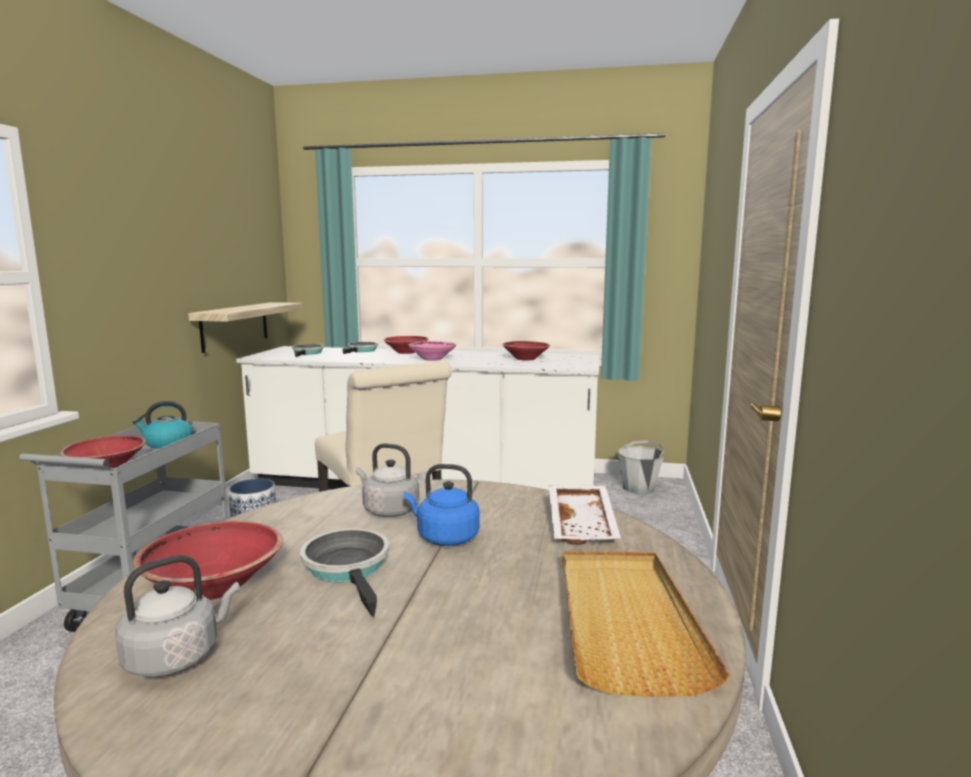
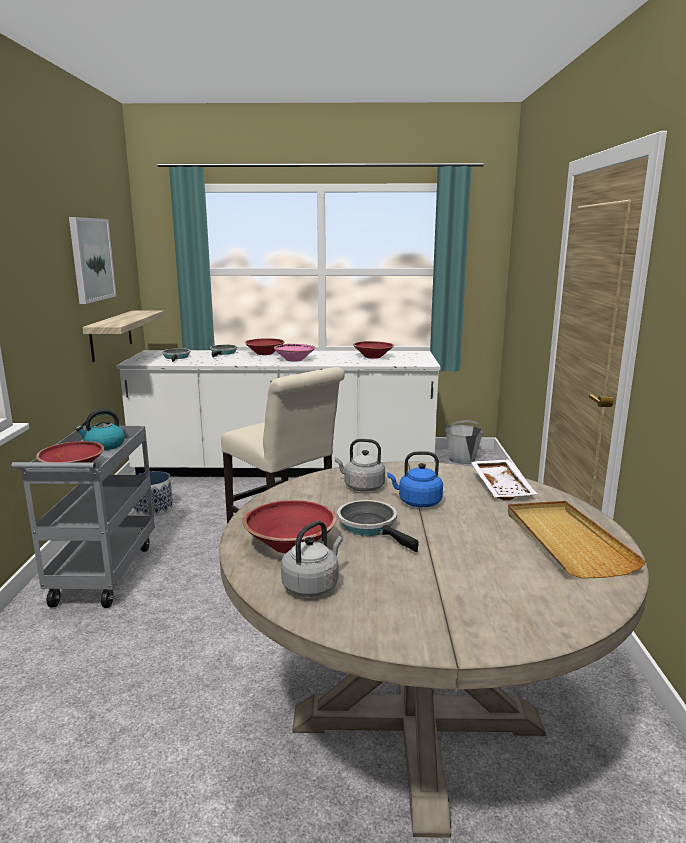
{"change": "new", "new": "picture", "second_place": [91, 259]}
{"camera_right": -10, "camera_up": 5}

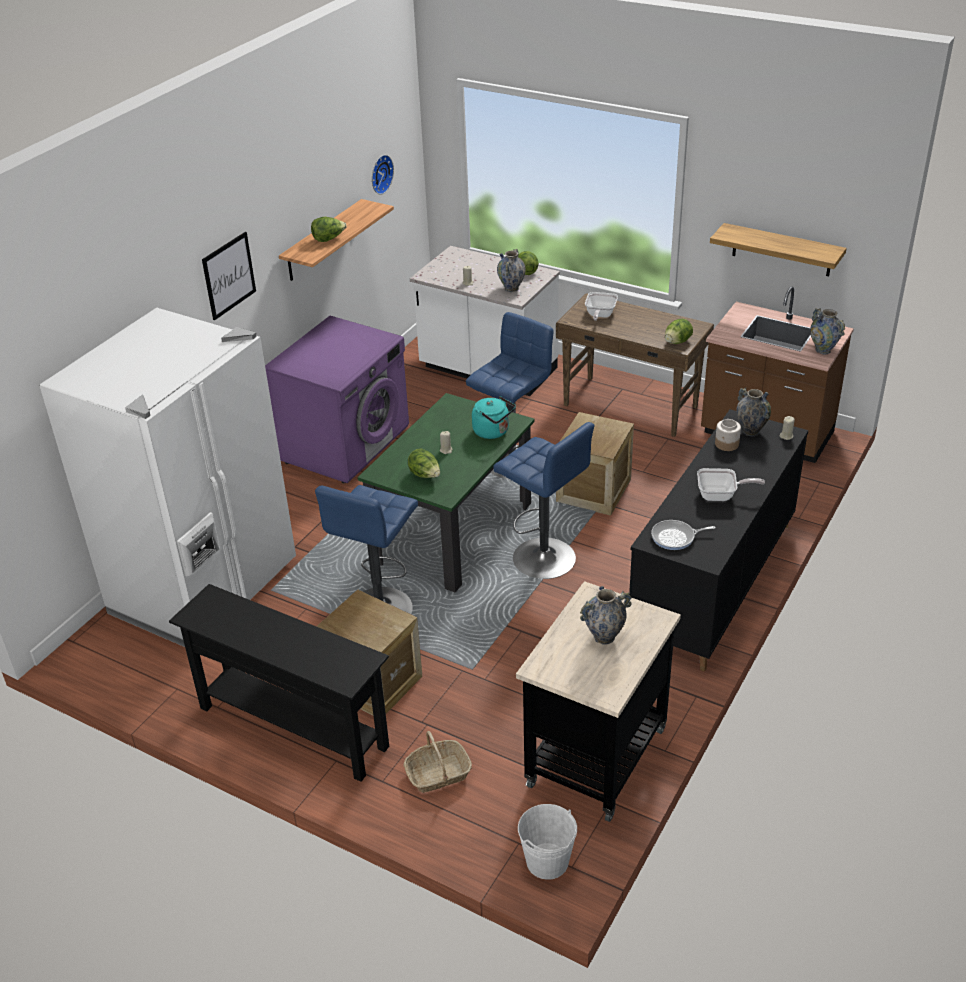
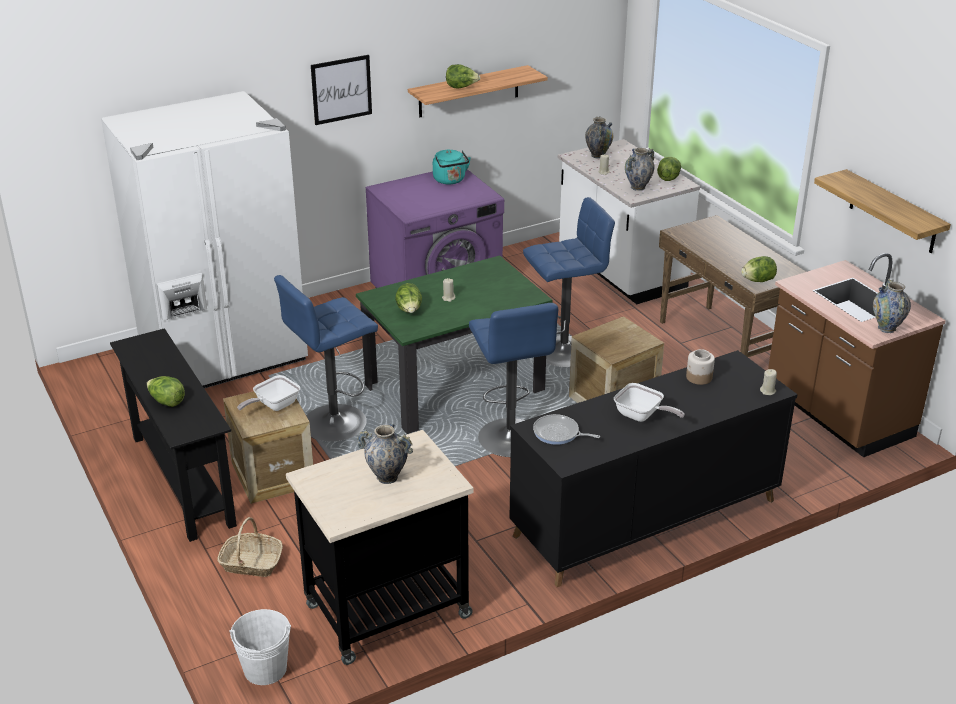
{"change": "gone", "old": "wall clock", "first_place": [380, 174]}
{"change": "new", "new": "lettuce", "second_place": [166, 402]}
{"change": "shifted", "old": "turquoise kettle", "first_place": [493, 432], "second_place": [450, 180]}
{"change": "shifted", "old": "frying pan", "first_place": [599, 315], "second_place": [273, 406]}
{"change": "shifted", "old": "vase", "first_place": [751, 431], "second_place": [598, 155]}
{"camera_right": 30, "camera_up": -5}

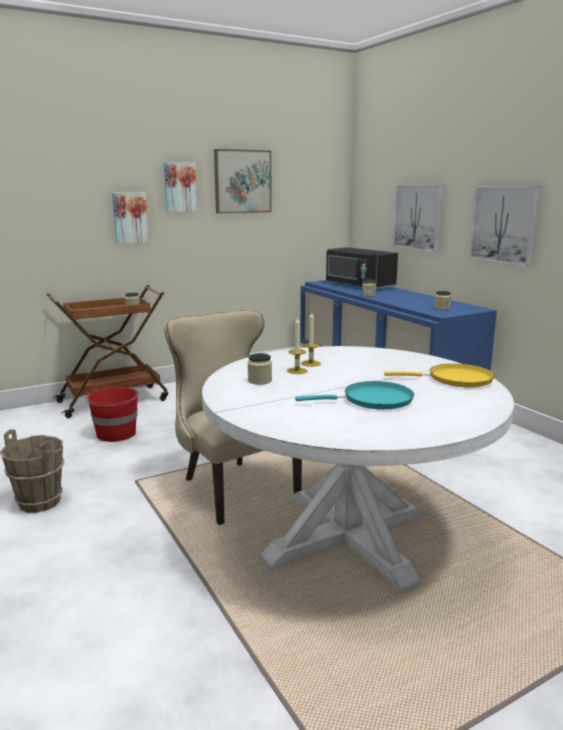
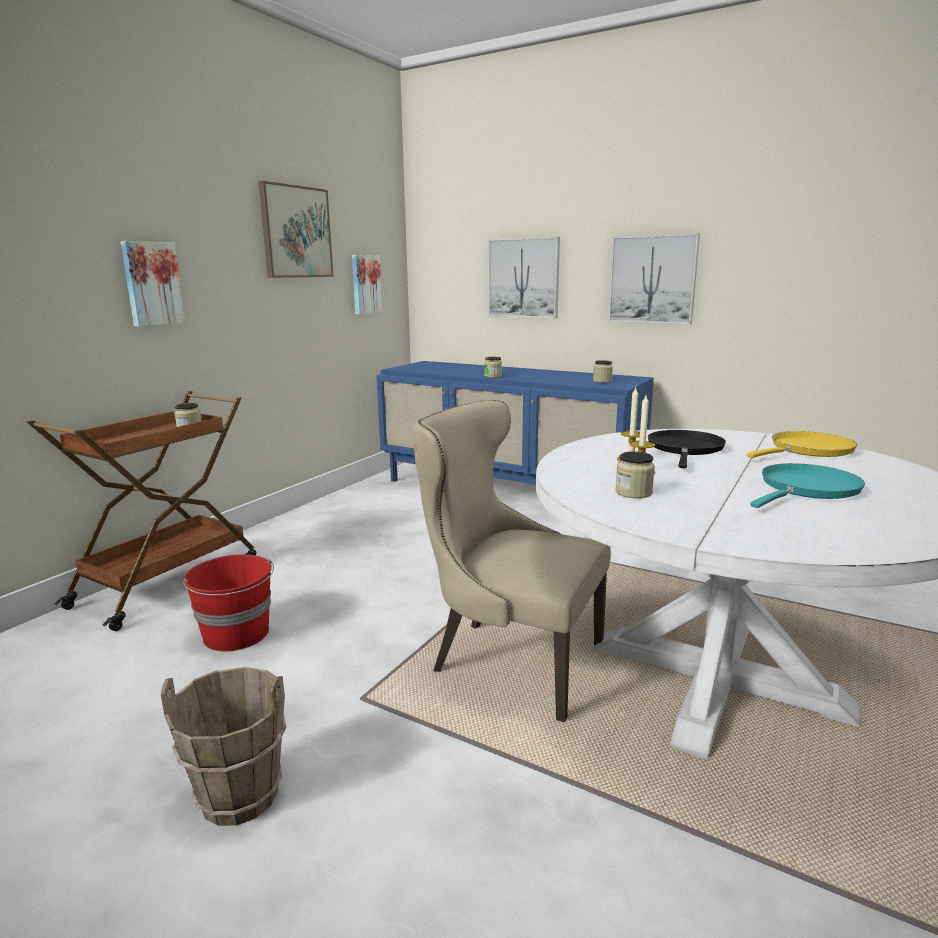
{"change": "gone", "old": "black microwave", "first_place": [358, 285]}
{"change": "new", "new": "black frying pan", "second_place": [685, 449]}
{"change": "shifted", "old": "picture", "first_place": [179, 187], "second_place": [365, 284]}
{"camera_right": -30, "camera_up": 0}

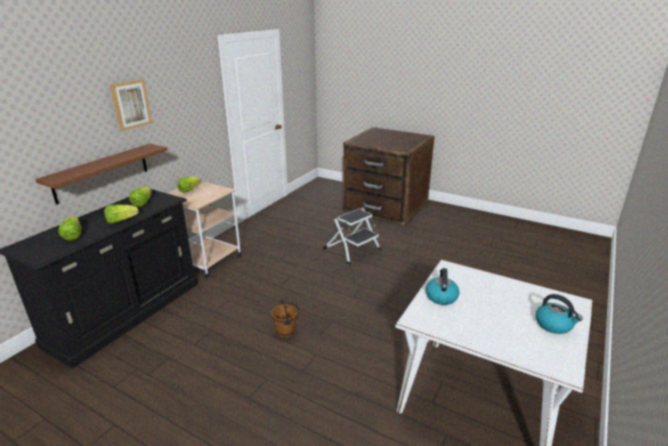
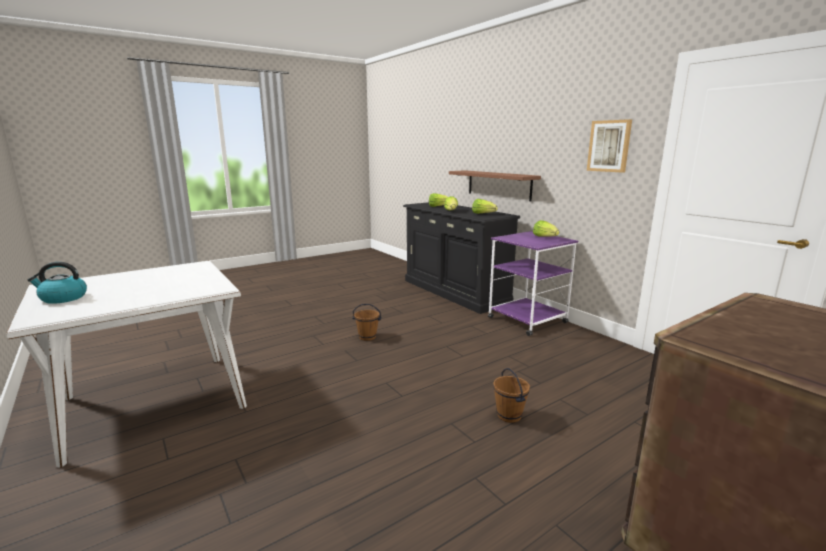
{"change": "gone", "old": "kettle", "first_place": [441, 296]}
{"change": "shifted", "old": "picture", "first_place": [130, 104], "second_place": [609, 146]}
{"change": "swapped", "old": "step ladder", "new": "brown bucket", "first_place": [352, 250], "second_place": [509, 415]}
{"change": "repainted", "old": "beige cart", "new": "purple cart", "first_place": [207, 259], "second_place": [528, 321]}
{"camera_right": 115, "camera_up": -10}

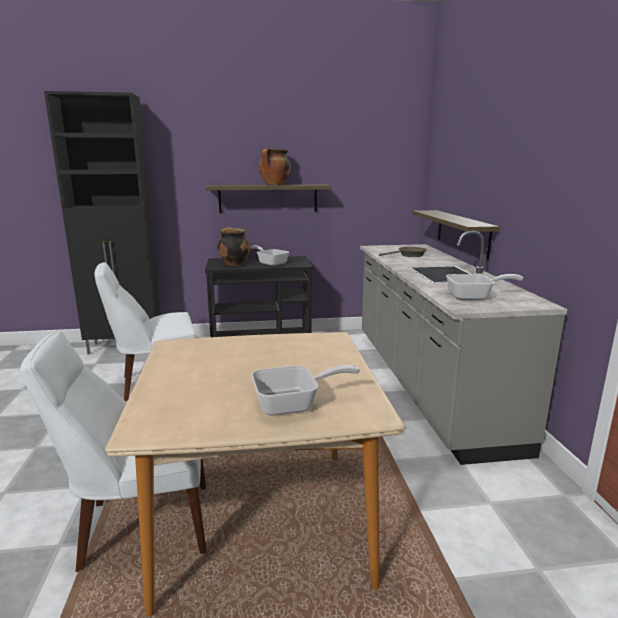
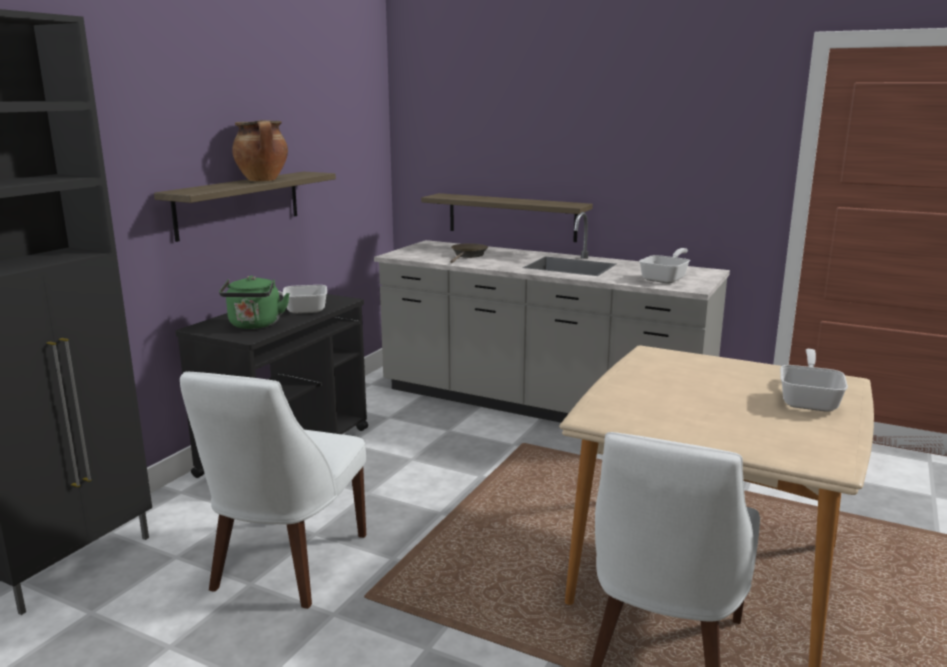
{"change": "swapped", "old": "cooking pot", "new": "green kettle", "first_place": [234, 264], "second_place": [255, 325]}
{"camera_right": -55, "camera_up": 0}

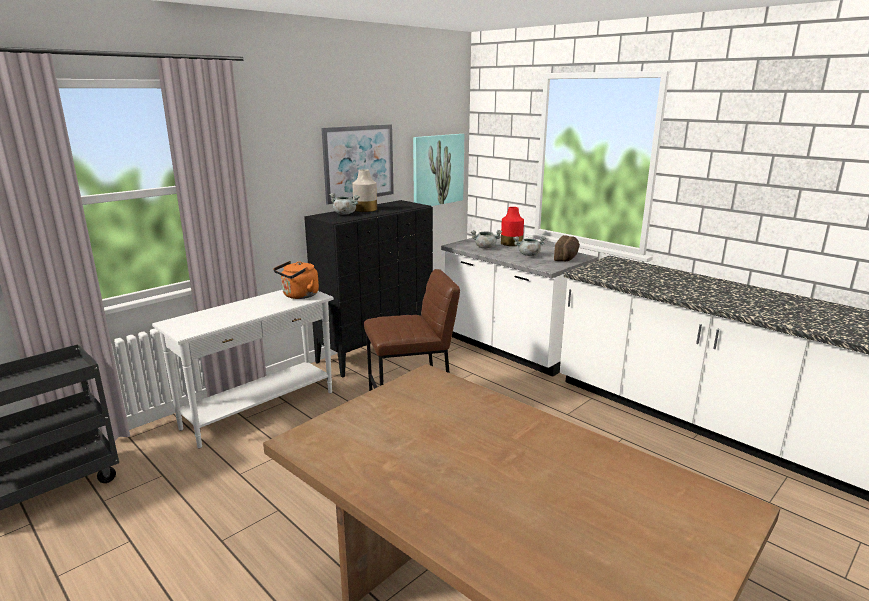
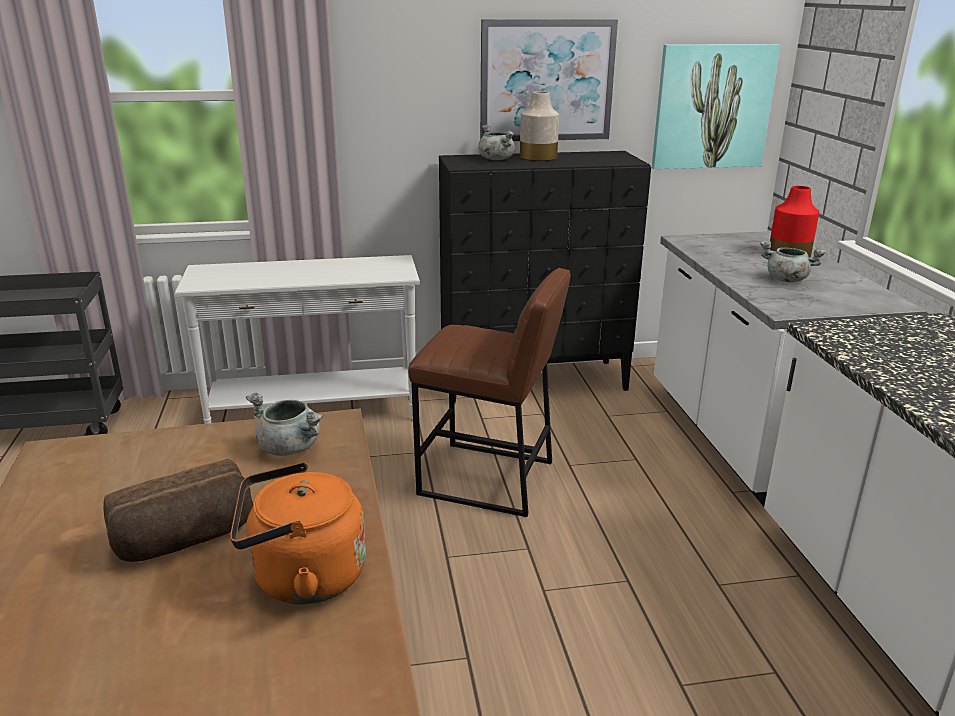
{"change": "shifted", "old": "orange kettle", "first_place": [299, 296], "second_place": [302, 578]}
{"change": "shifted", "old": "grey cooking pot", "first_place": [485, 247], "second_place": [290, 448]}
{"change": "shifted", "old": "bread", "first_place": [567, 257], "second_place": [186, 540]}
{"camera_right": 35, "camera_up": 5}

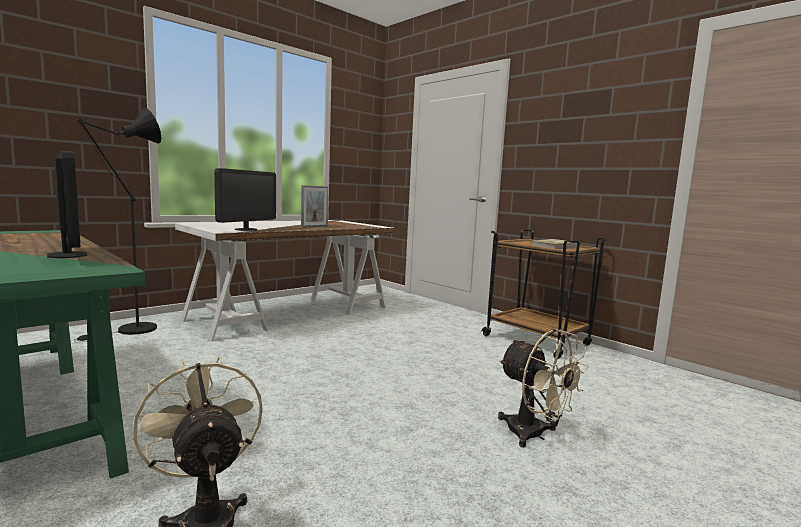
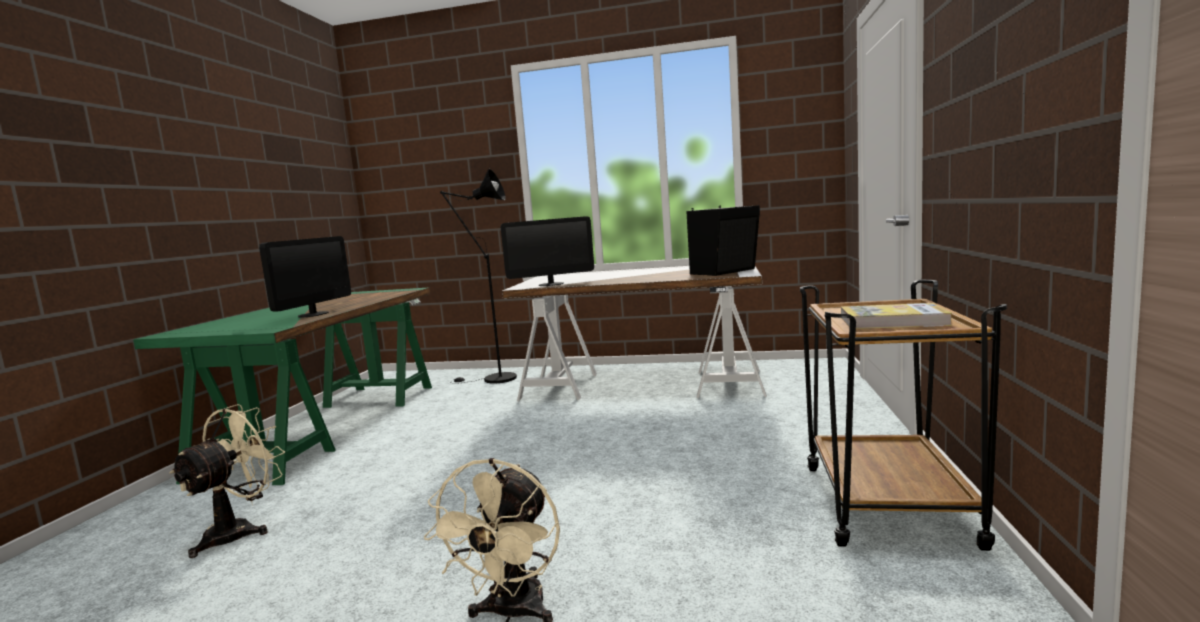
{"change": "gone", "old": "picture frame", "first_place": [314, 226]}
{"change": "new", "new": "black speaker", "second_place": [725, 271]}
{"camera_right": 55, "camera_up": 0}

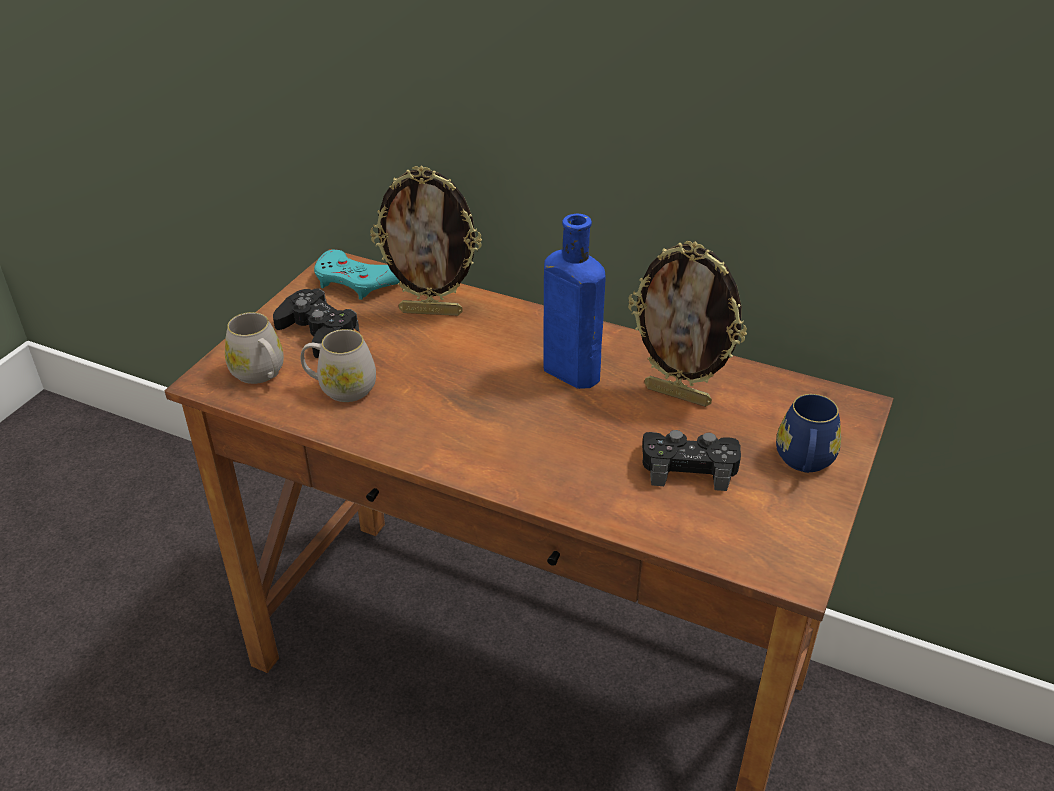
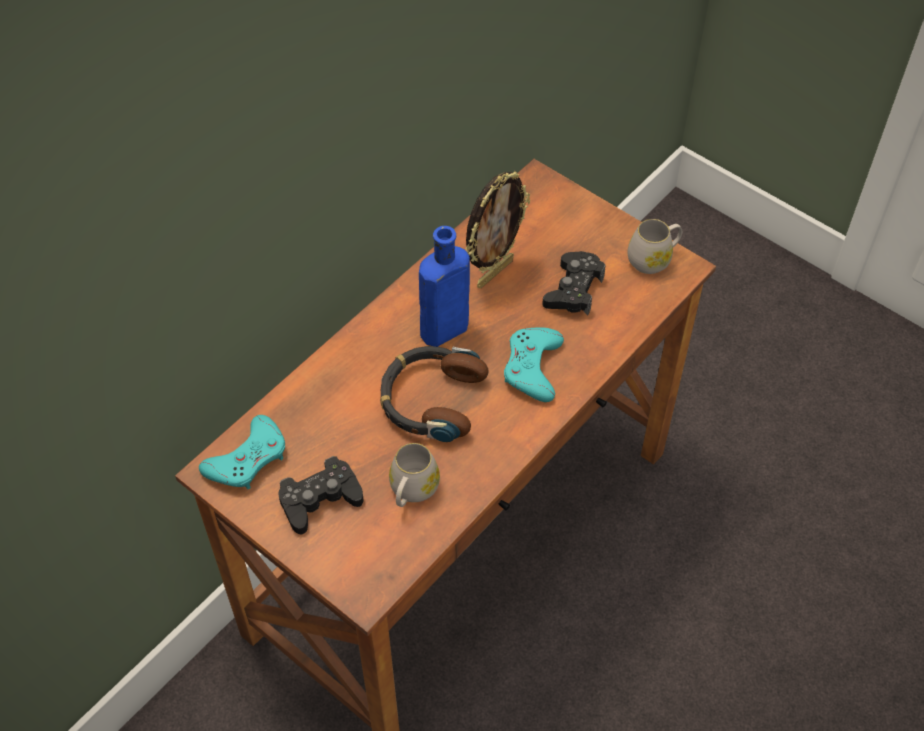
{"change": "gone", "old": "picture frame", "first_place": [431, 311]}
{"change": "gone", "old": "blue mug", "first_place": [804, 462]}
{"change": "new", "new": "headphones", "second_place": [431, 399]}
{"change": "new", "new": "turquoise game controller", "second_place": [532, 368]}
{"change": "shifted", "old": "white mug", "first_place": [261, 374], "second_place": [653, 259]}
{"camera_right": -75, "camera_up": 15}

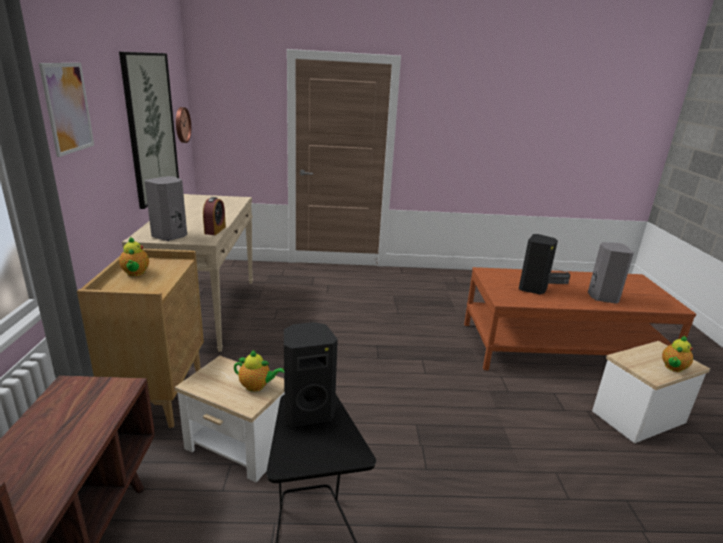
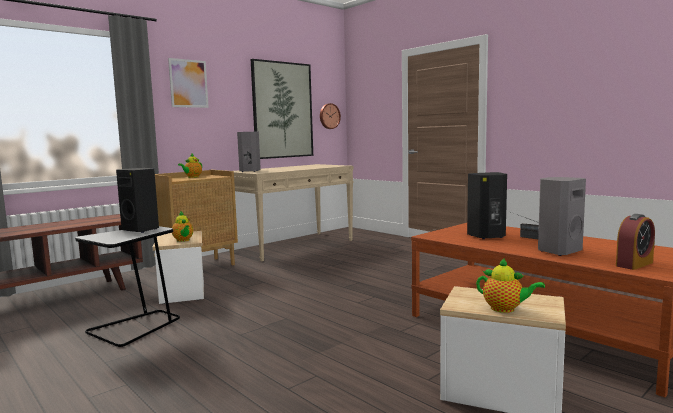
{"change": "shifted", "old": "alarm clock", "first_place": [215, 230], "second_place": [634, 264]}
{"change": "rotated", "old": "teapot", "first_place": [673, 368], "second_place": [505, 309], "degrees": -150}
{"camera_right": 50, "camera_up": -15}

